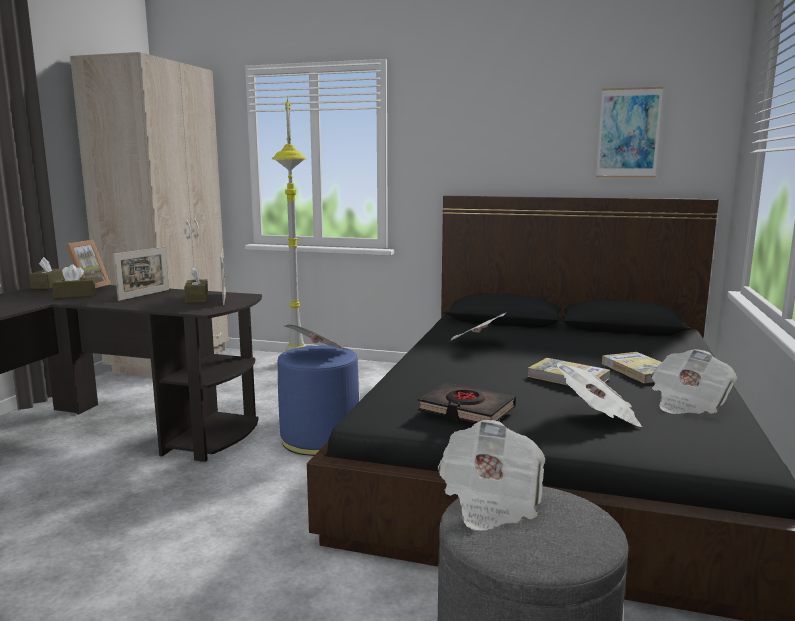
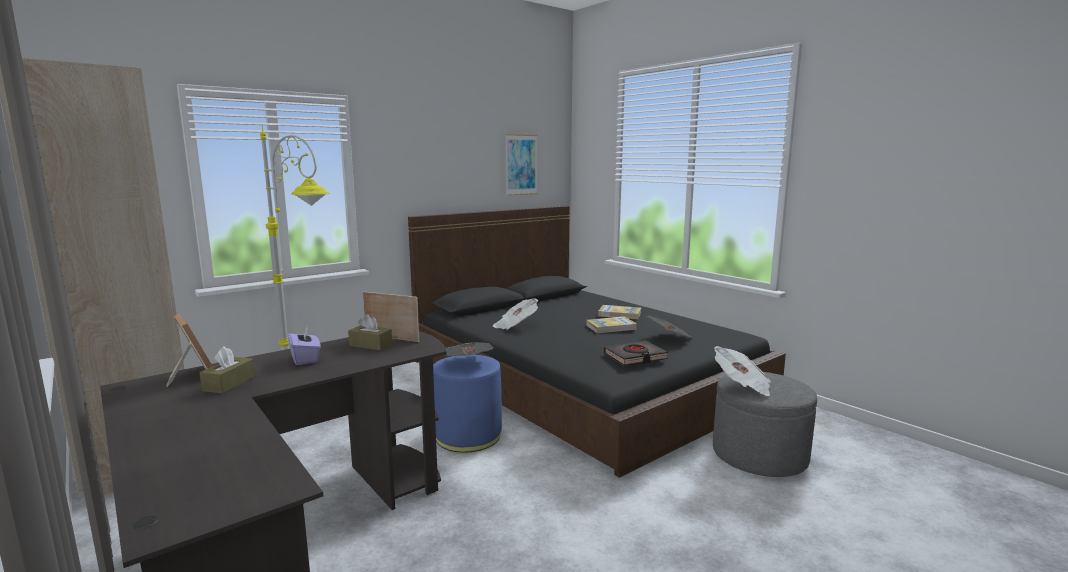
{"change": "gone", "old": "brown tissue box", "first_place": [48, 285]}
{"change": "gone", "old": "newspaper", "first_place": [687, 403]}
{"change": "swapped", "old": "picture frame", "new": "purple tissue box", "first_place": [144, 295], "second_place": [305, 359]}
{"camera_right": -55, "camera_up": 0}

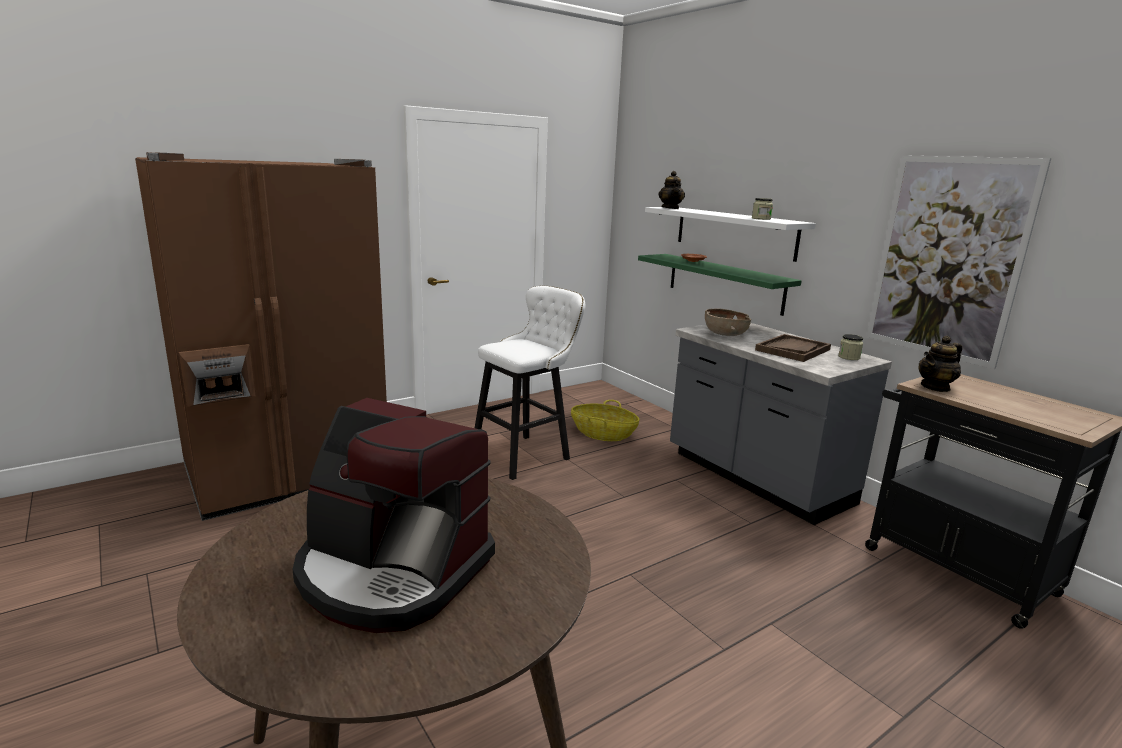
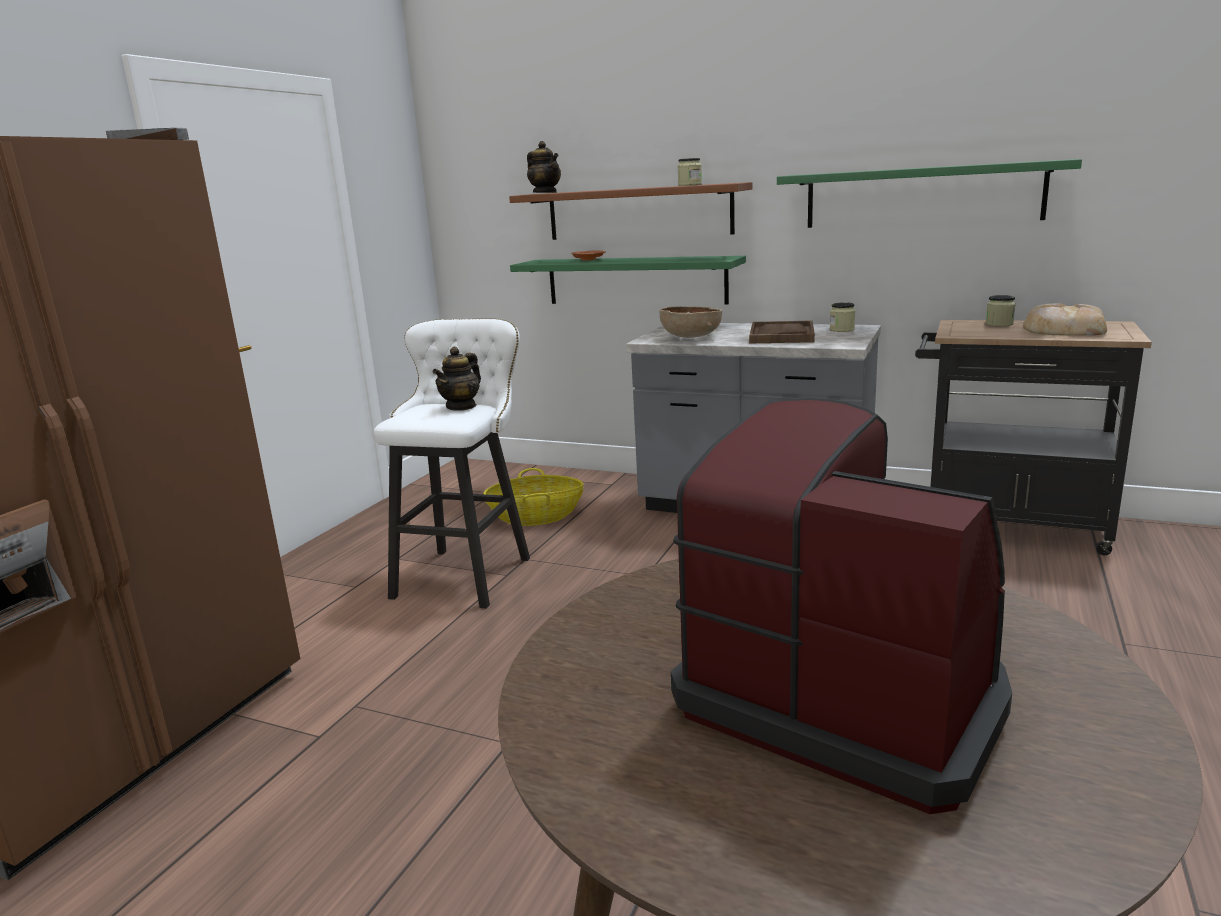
{"change": "new", "new": "jar", "second_place": [999, 324]}
{"change": "new", "new": "bread", "second_place": [1063, 329]}
{"change": "shifted", "old": "teapot", "first_place": [935, 387], "second_place": [461, 406]}
{"change": "swapped", "old": "picture", "new": "green shelf", "first_place": [947, 258], "second_place": [922, 196]}
{"change": "repainted", "old": "white shelf", "new": "brown shelf", "first_place": [734, 232], "second_place": [638, 212]}
{"change": "rotated", "old": "coffee machine", "first_place": [391, 572], "second_place": [843, 697], "degrees": -135}
{"camera_right": -30, "camera_up": 0}

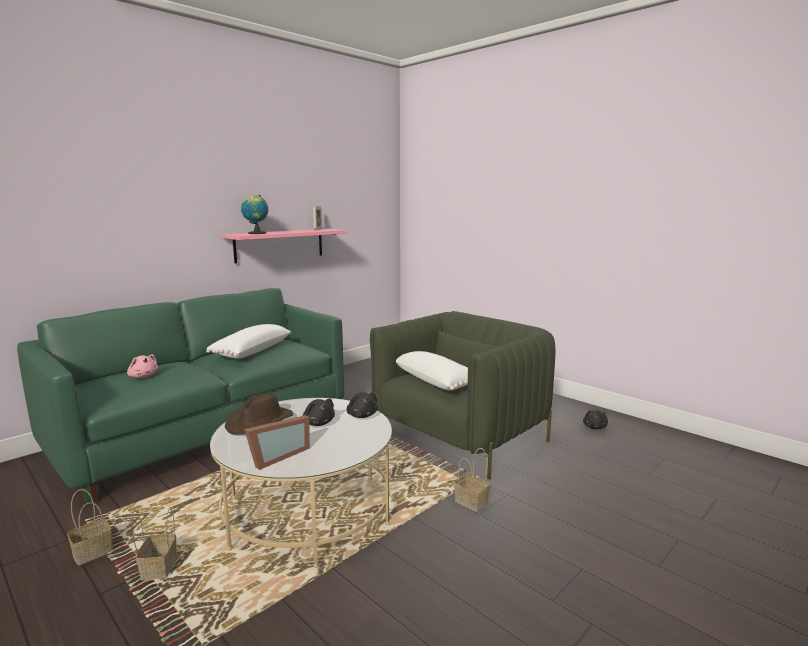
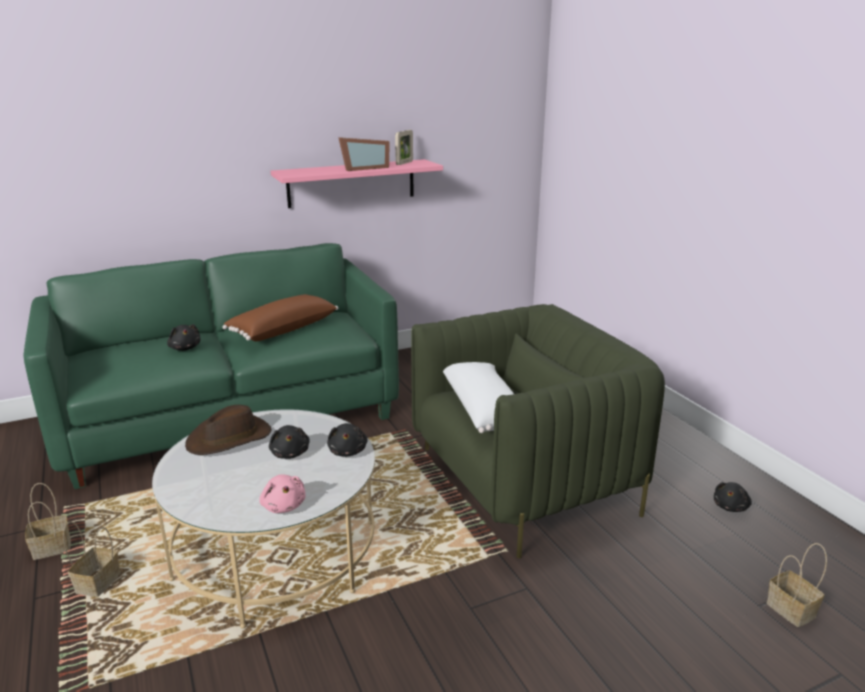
{"change": "gone", "old": "globe", "first_place": [256, 233]}
{"change": "new", "new": "black plush toy", "second_place": [185, 348]}
{"change": "shifted", "old": "pink plush toy", "first_place": [143, 376], "second_place": [283, 505]}
{"change": "shifted", "old": "picture frame", "first_place": [276, 456], "second_place": [363, 168]}
{"change": "shifted", "old": "basket", "first_place": [472, 502], "second_place": [792, 610]}
{"change": "repainted", "old": "white pillow", "new": "brown pillow", "first_place": [251, 351], "second_place": [282, 329]}
{"camera_right": 20, "camera_up": 10}

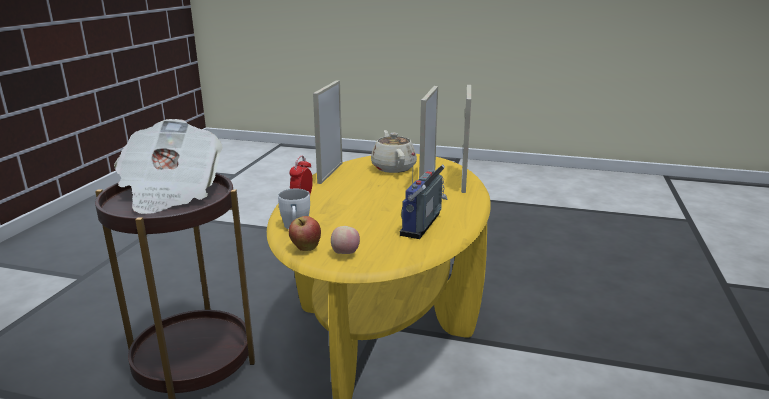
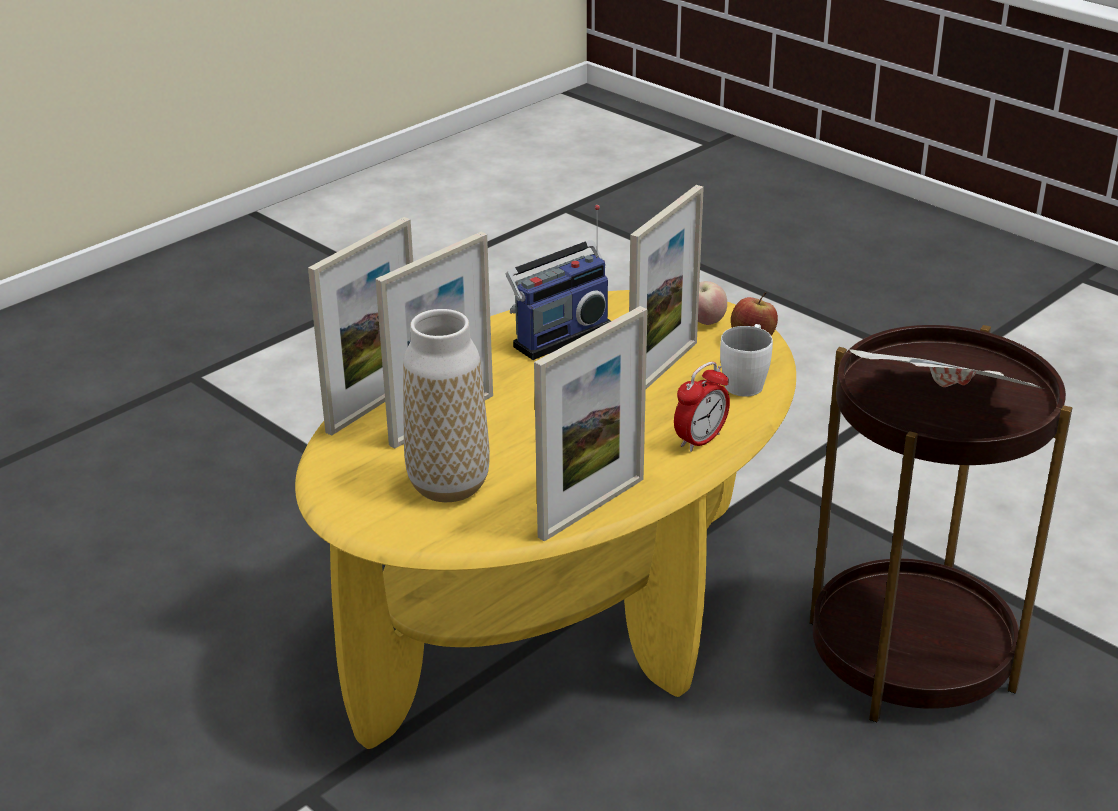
{"change": "new", "new": "picture frame", "second_place": [663, 369]}
{"change": "swapped", "old": "beige teapot", "new": "vase", "first_place": [393, 167], "second_place": [448, 485]}
{"camera_right": -150, "camera_up": 10}

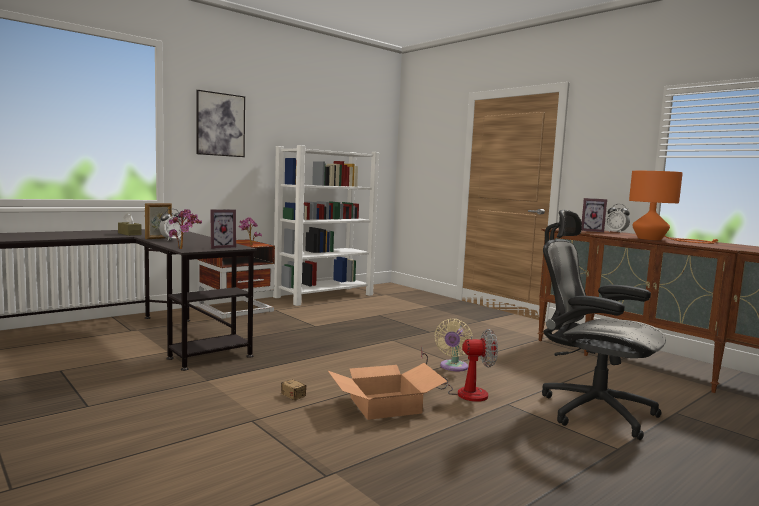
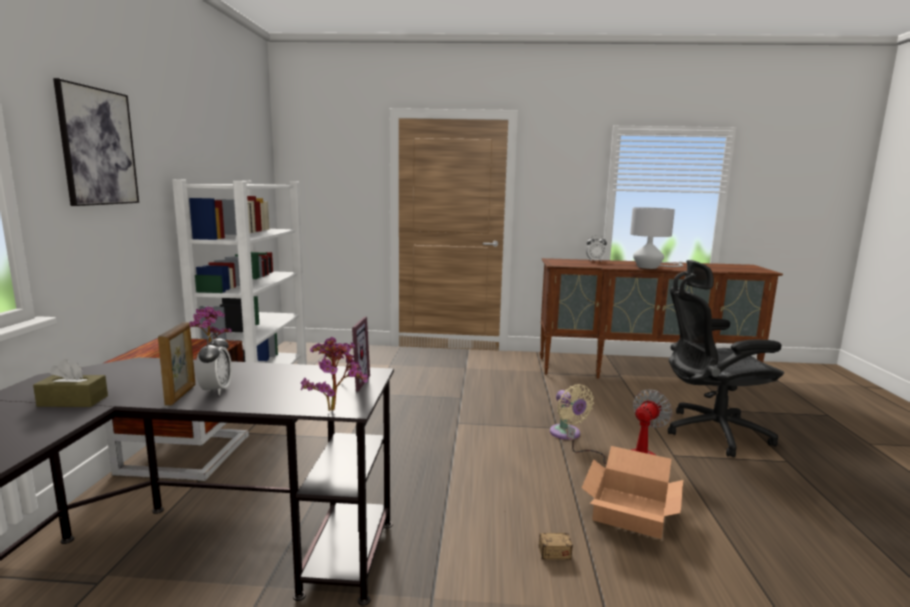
{"change": "gone", "old": "picture frame", "first_place": [592, 231]}
{"change": "repainted", "old": "orange table lamp", "new": "white table lamp", "first_place": [666, 240], "second_place": [655, 266]}
{"camera_right": -45, "camera_up": 5}

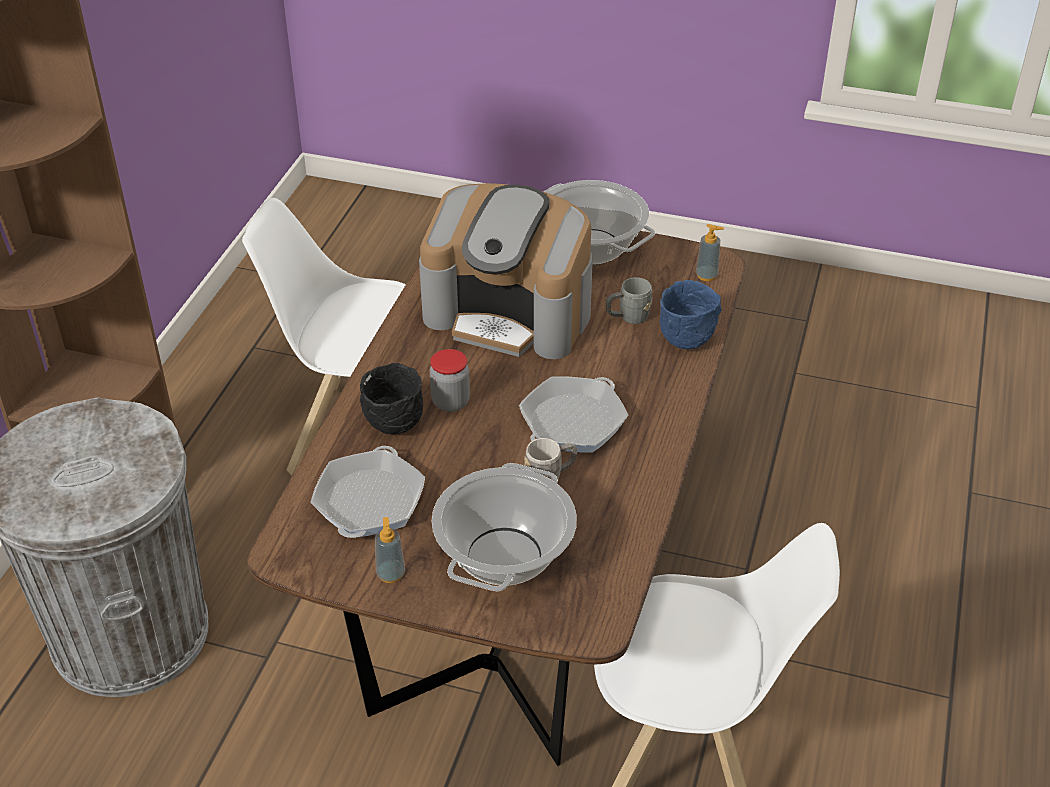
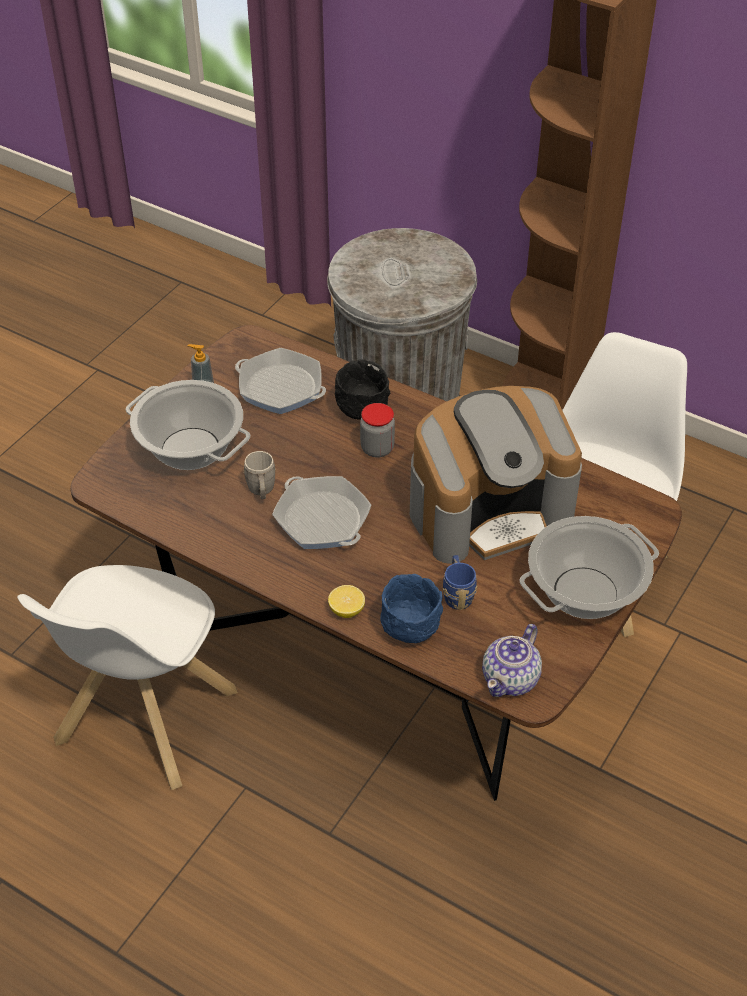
{"change": "new", "new": "lemon", "second_place": [346, 610]}
{"change": "swapped", "old": "soap dispenser", "new": "teapot", "first_place": [706, 275], "second_place": [511, 679]}
{"change": "repainted", "old": "grey mug", "new": "blue mug", "first_place": [628, 317], "second_place": [457, 593]}
{"change": "rotated", "old": "coffee machine", "first_place": [510, 313], "second_place": [489, 509], "degrees": -150}
{"camera_right": 105, "camera_up": 5}

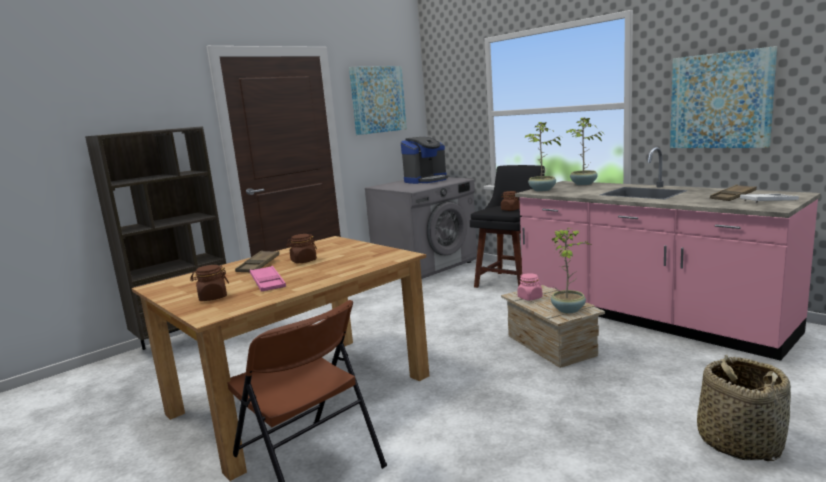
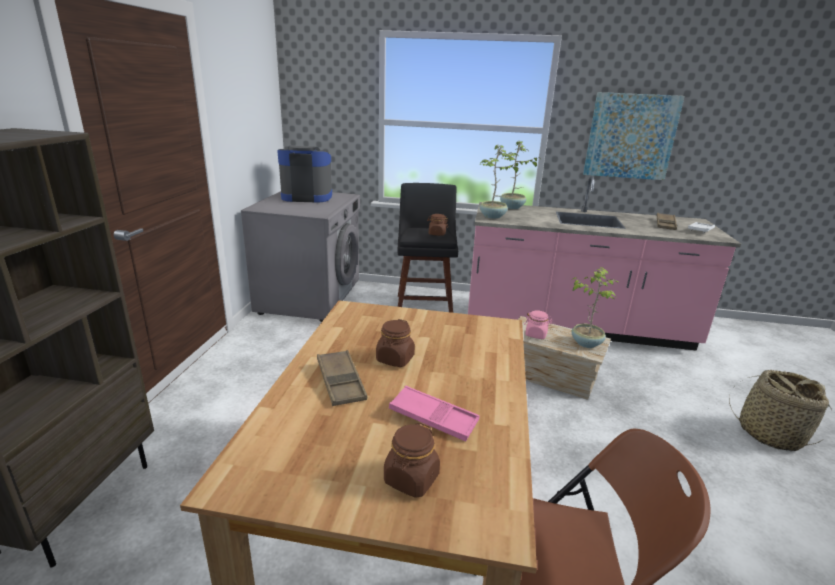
{"change": "gone", "old": "picture", "first_place": [377, 99]}
{"change": "rotated", "old": "coffee machine", "first_place": [426, 180], "second_place": [307, 197], "degrees": -105}
{"camera_right": -40, "camera_up": 10}

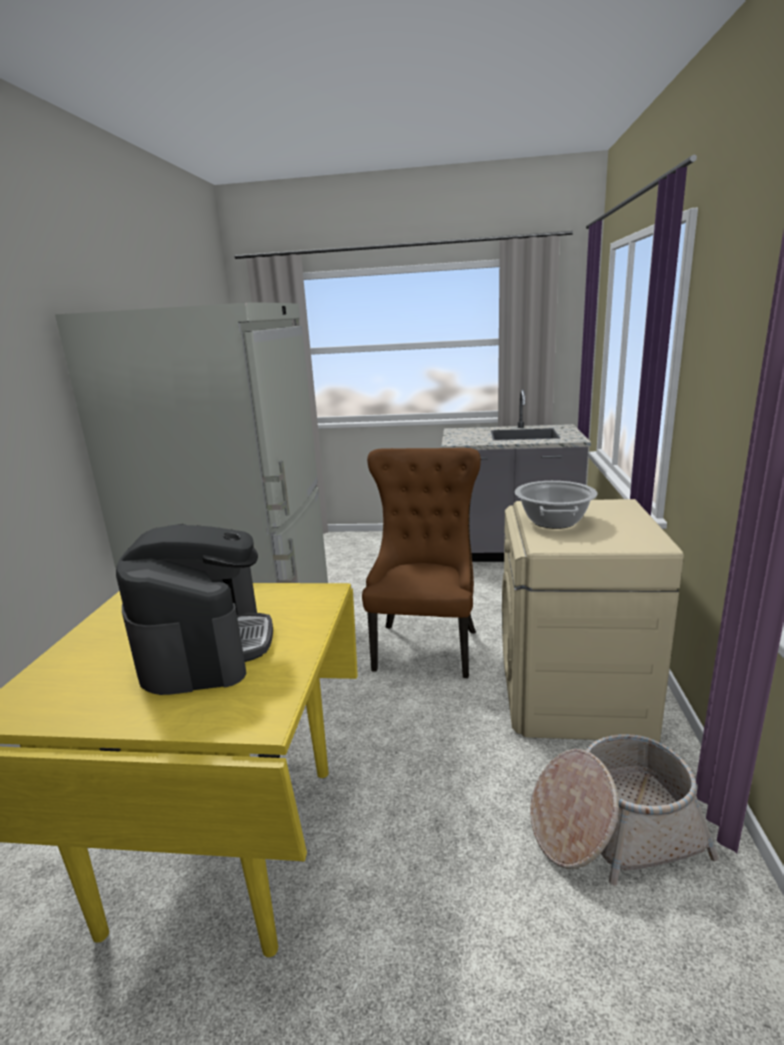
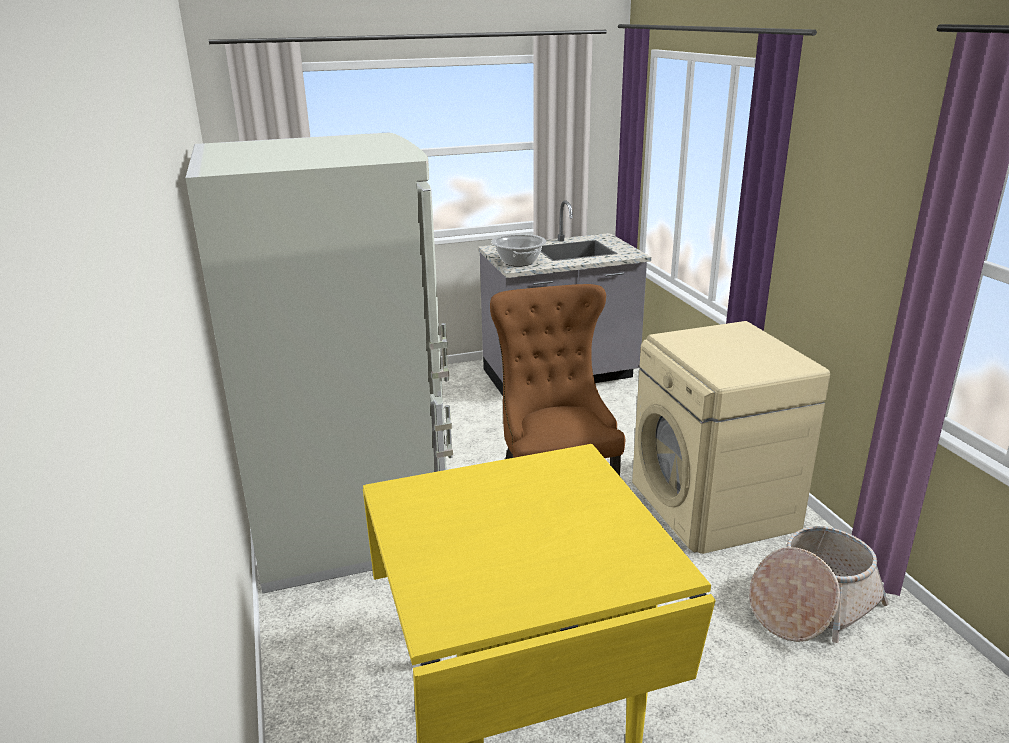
{"change": "gone", "old": "coffee machine", "first_place": [205, 646]}
{"change": "shifted", "old": "cooking pot", "first_place": [553, 521], "second_place": [518, 262]}
{"camera_right": -25, "camera_up": 5}

